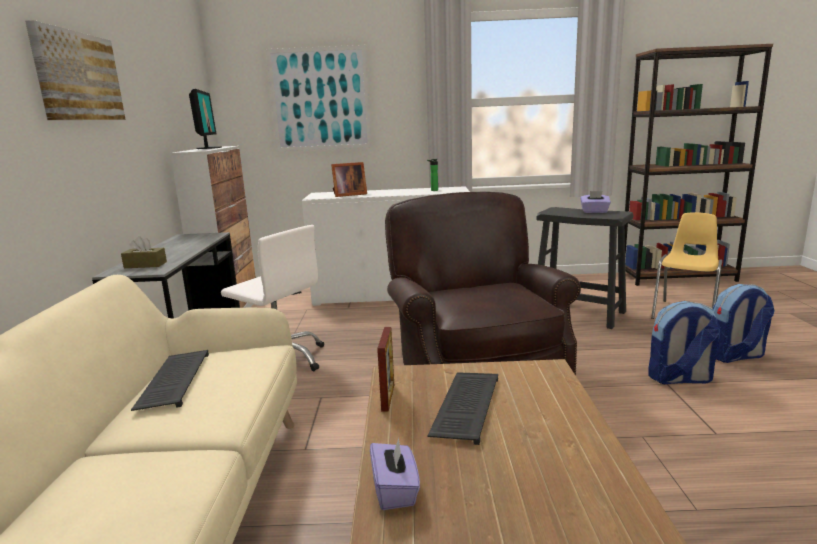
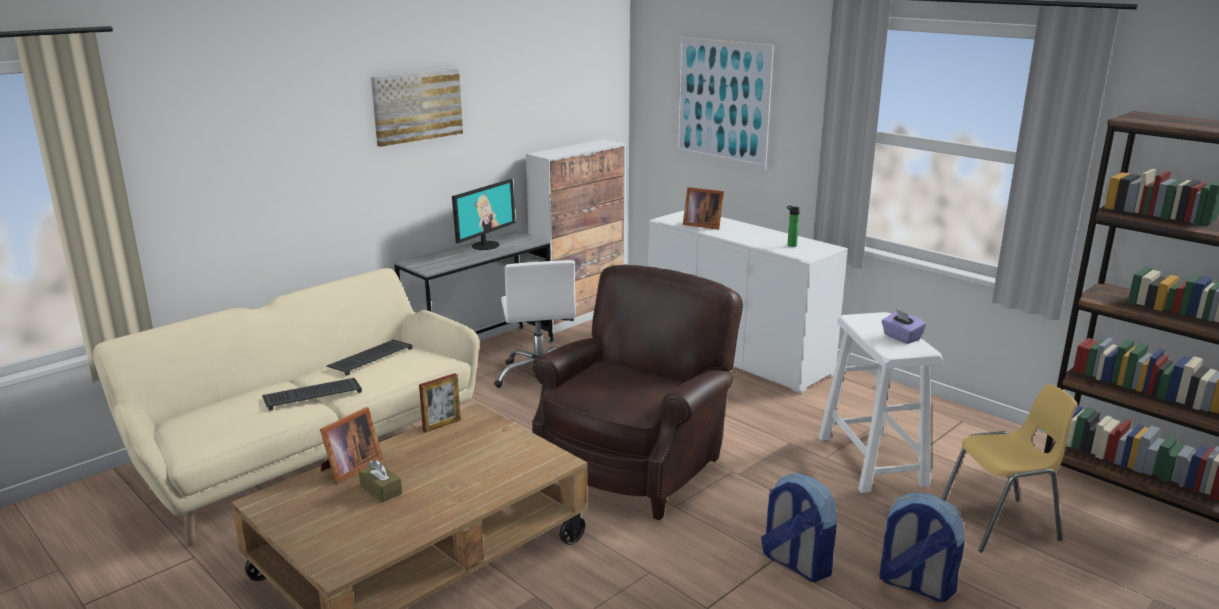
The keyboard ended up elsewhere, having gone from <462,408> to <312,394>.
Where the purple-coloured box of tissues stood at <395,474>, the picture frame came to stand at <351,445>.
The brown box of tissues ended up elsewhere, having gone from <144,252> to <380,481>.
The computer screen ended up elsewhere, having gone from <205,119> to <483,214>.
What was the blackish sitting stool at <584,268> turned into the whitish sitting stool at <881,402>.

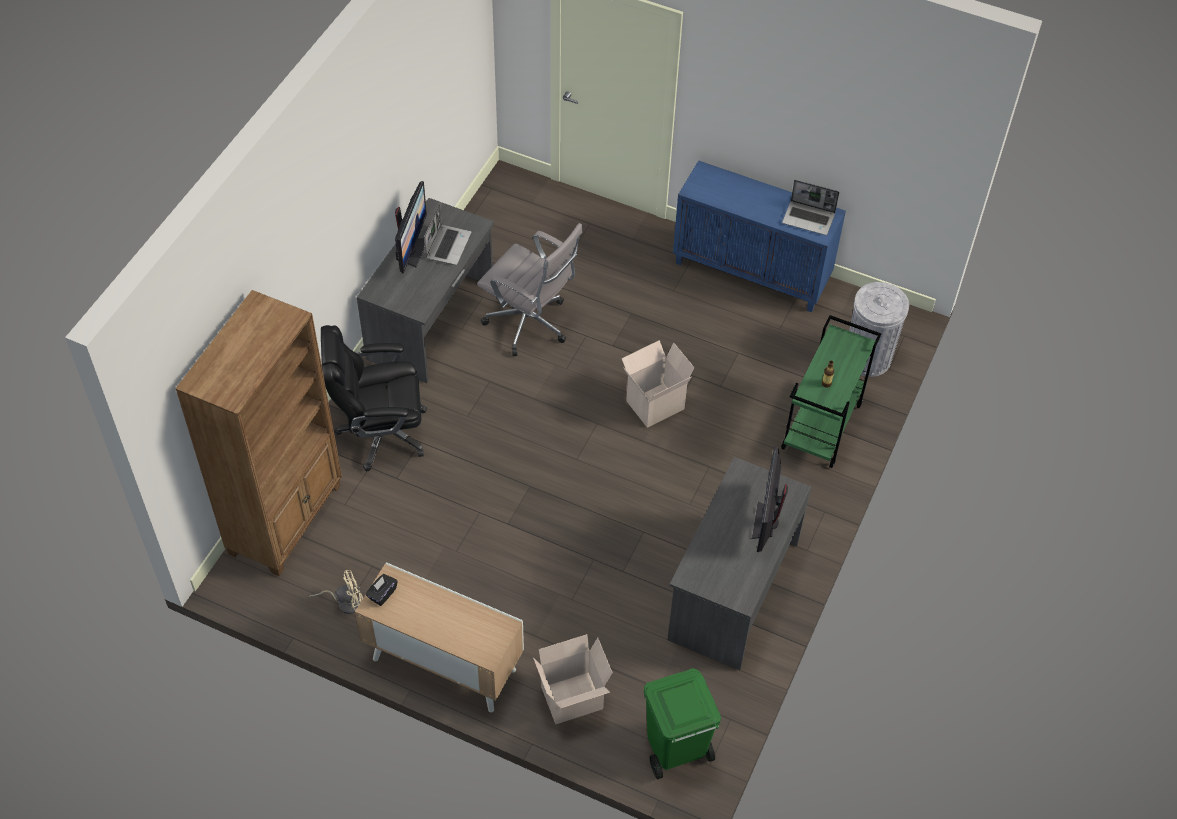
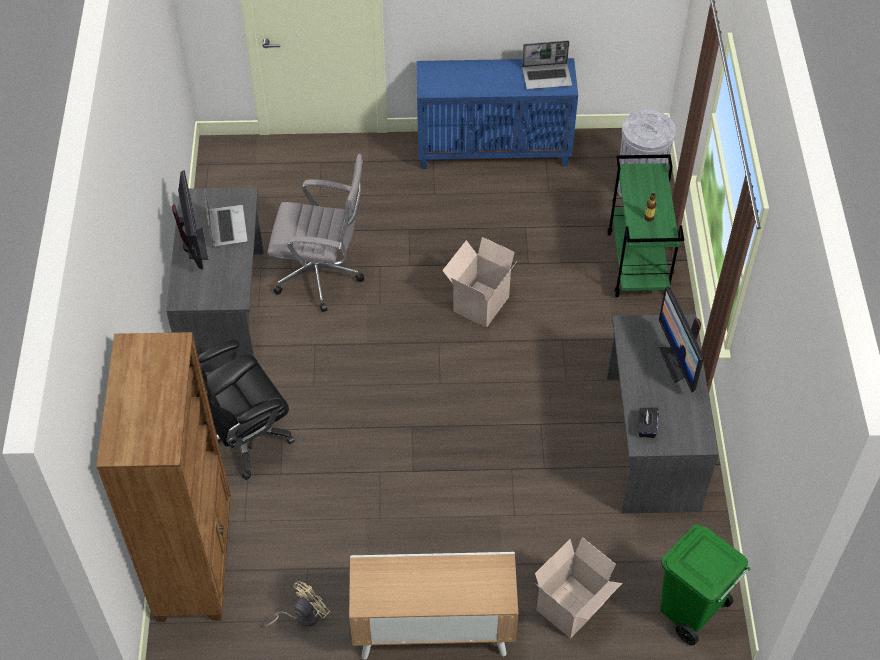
The blackish box of tissues ended up elsewhere, having gone from <382,590> to <648,422>.

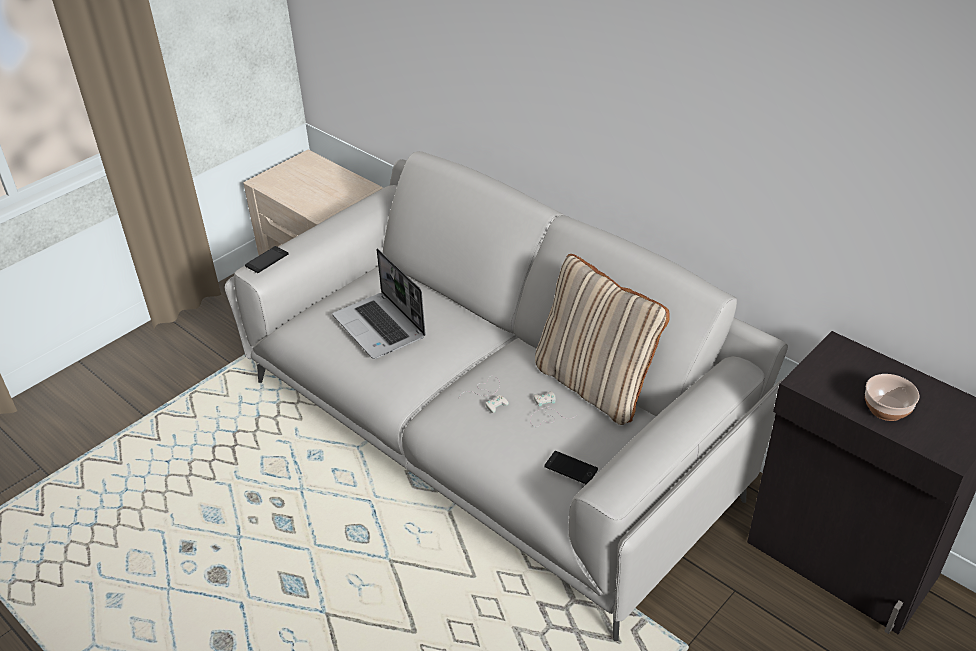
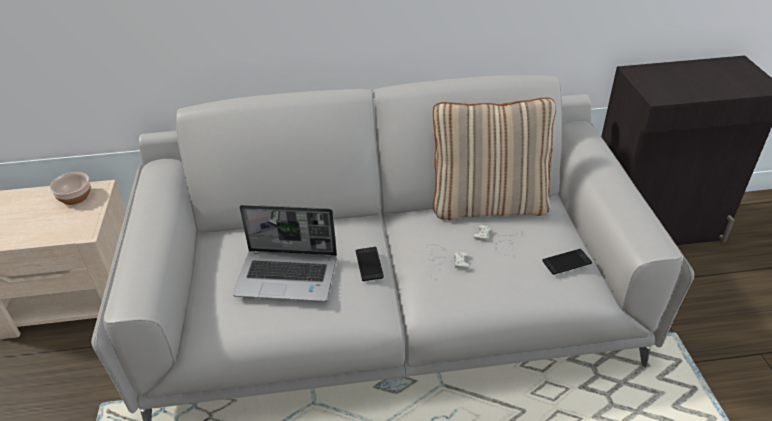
The serving bowl ended up elsewhere, having gone from <892,397> to <70,188>.
The handset ended up elsewhere, having gone from <267,259> to <370,264>.

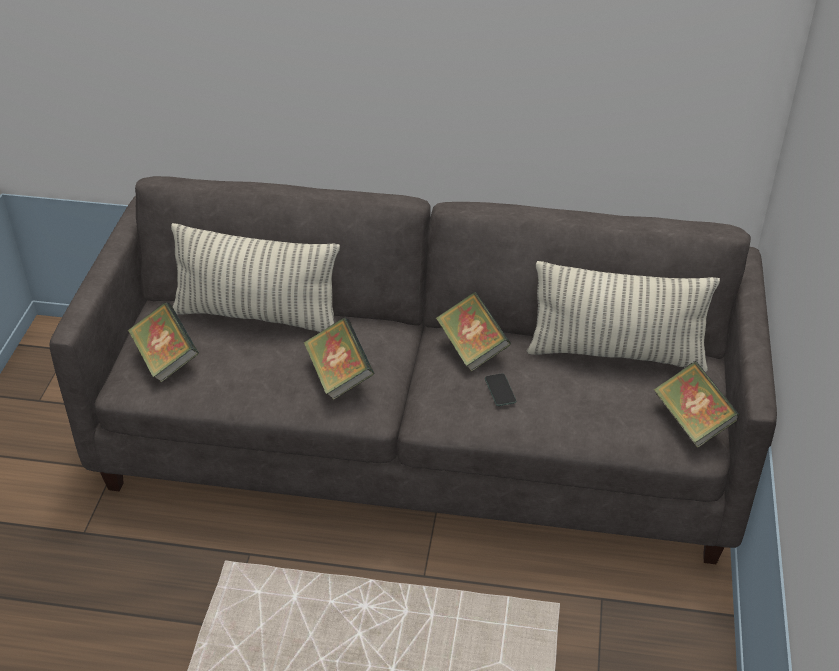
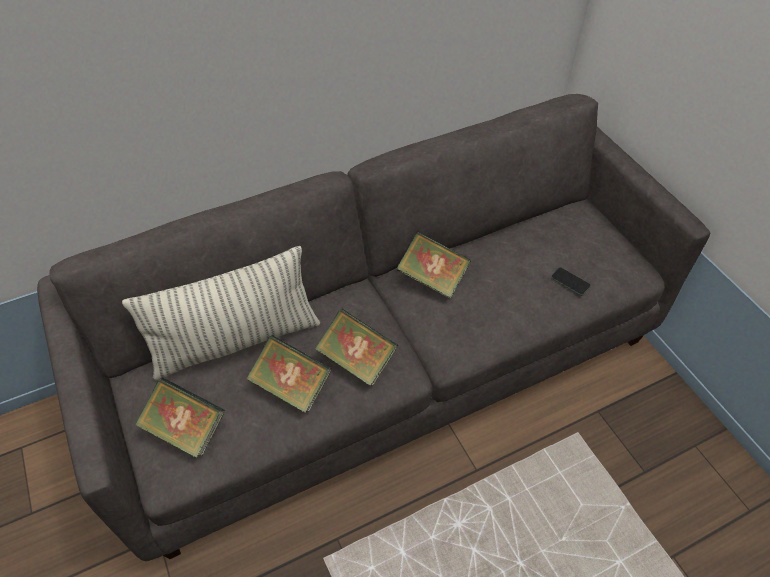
The bound book ended up elsewhere, having gone from <696,404> to <289,374>.
The handset ended up elsewhere, having gone from <500,389> to <571,281>.
The second view lost the cushion at <623,316>.

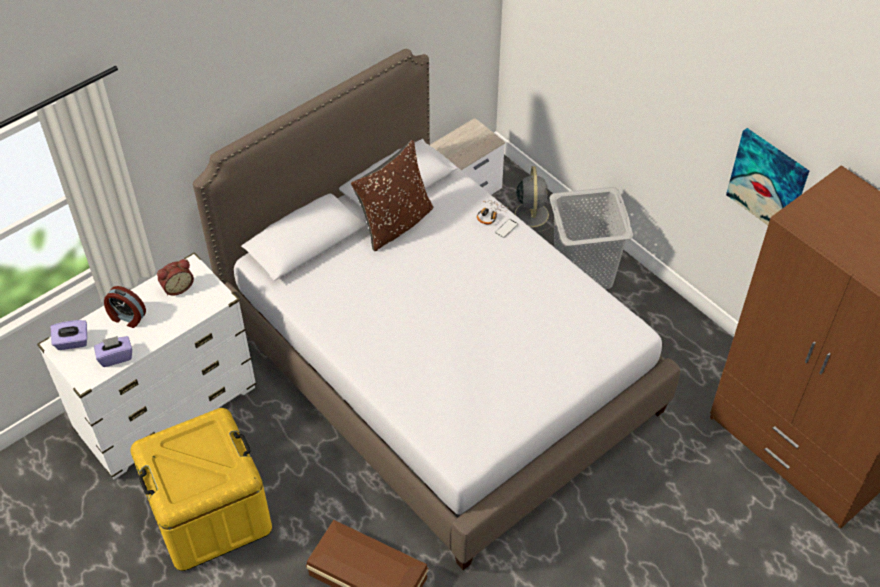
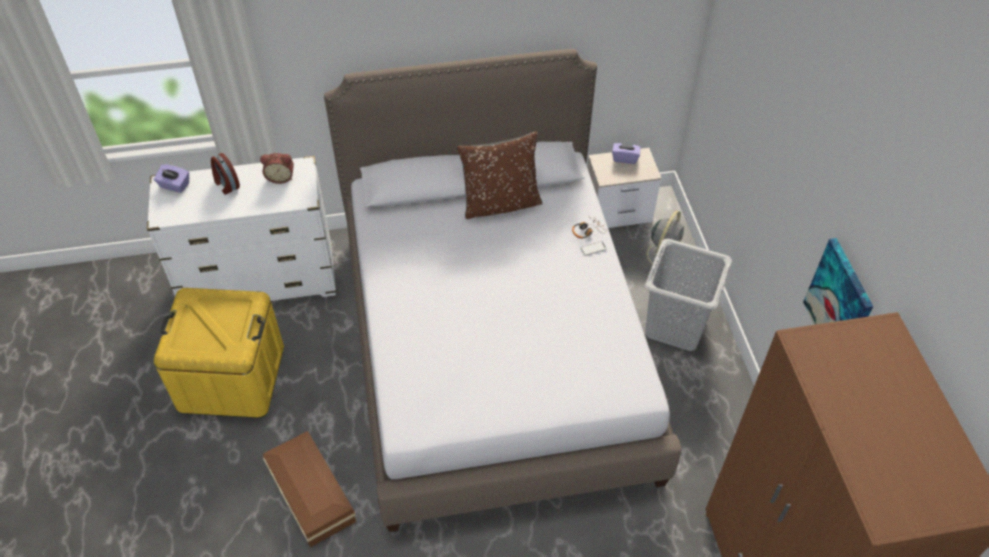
The purple-coloured box of tissues ended up elsewhere, having gone from <113,351> to <626,152>.

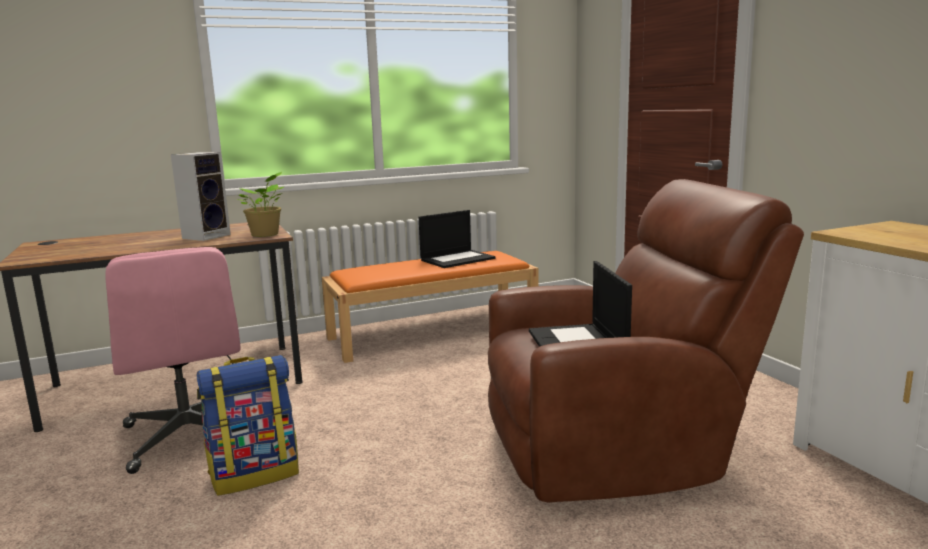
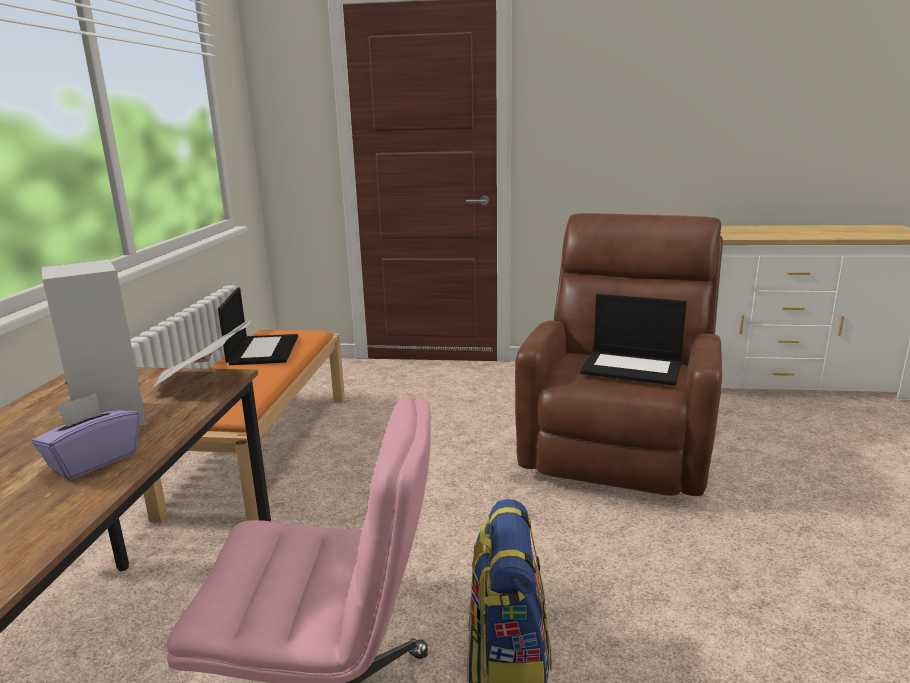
The second view gained the purple-coloured box of tissues at <85,436>.
Where the houseplant stood at <261,204>, the printed paper came to stand at <201,354>.

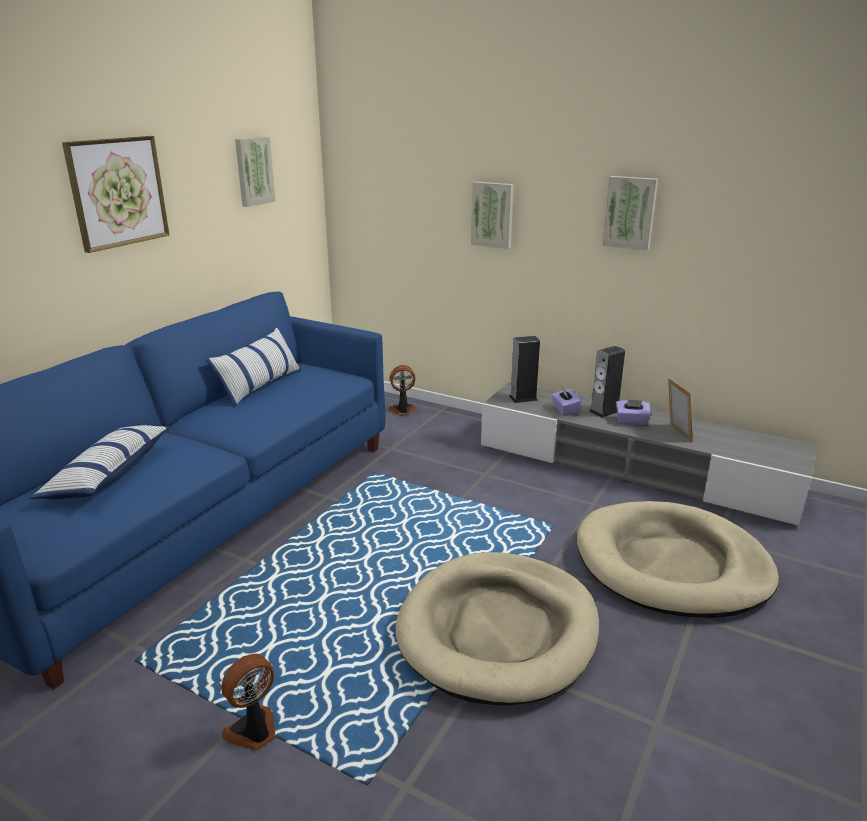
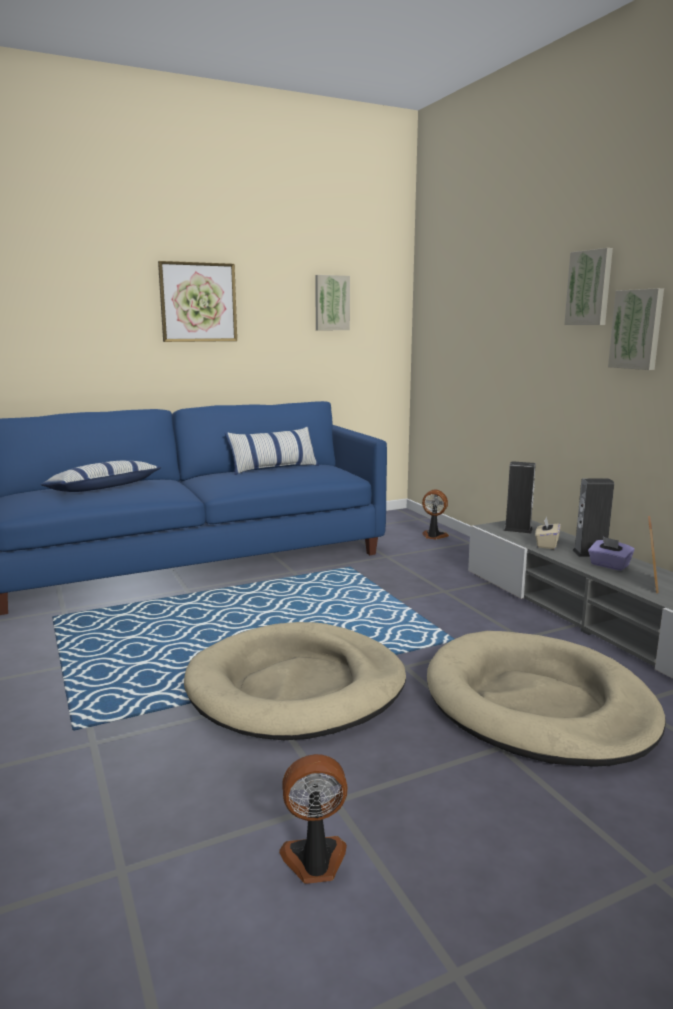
The electric fan ended up elsewhere, having gone from <248,702> to <313,819>.
What was the purple-coloured box of tissues at <566,401> turned into the sand-coloured box of tissues at <548,532>.
The picture ended up elsewhere, having gone from <492,215> to <588,286>.

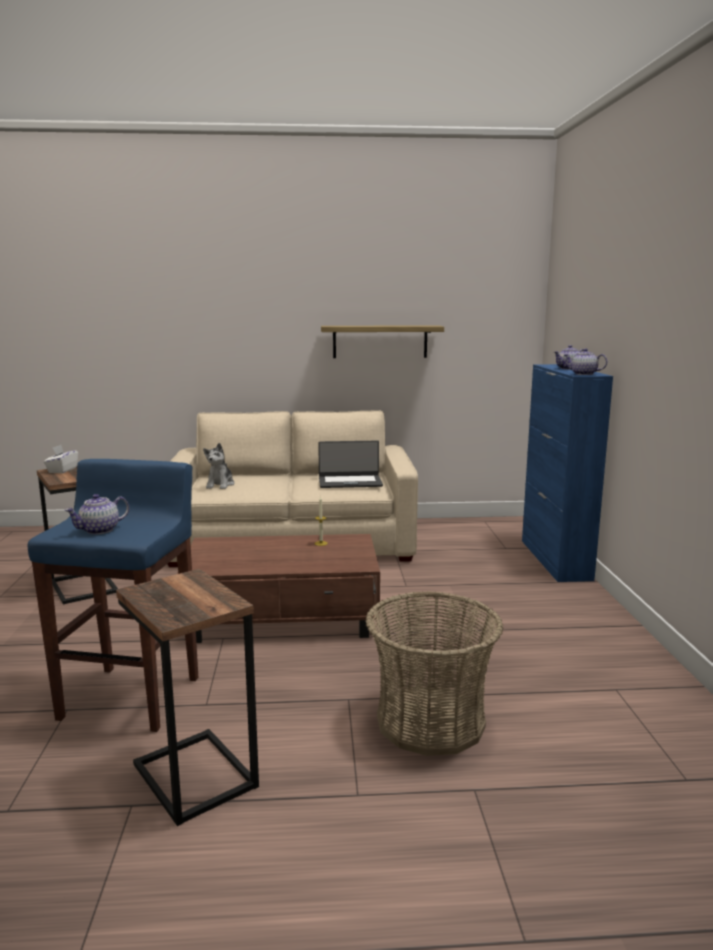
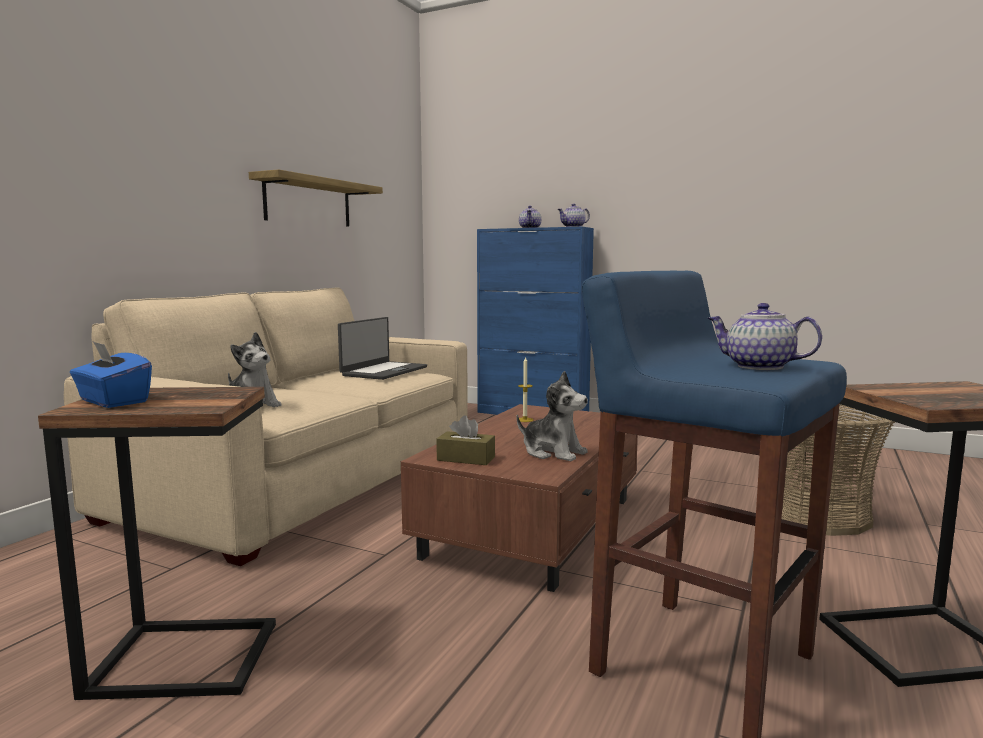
What was the whitish box of tissues at <60,459> turned into the bluish box of tissues at <111,374>.
The second view gained the brown box of tissues at <465,440>.
The second view gained the plush toy at <552,416>.
The teapot at <97,514> ended up facing another way, 135 degrees clockwise from before.

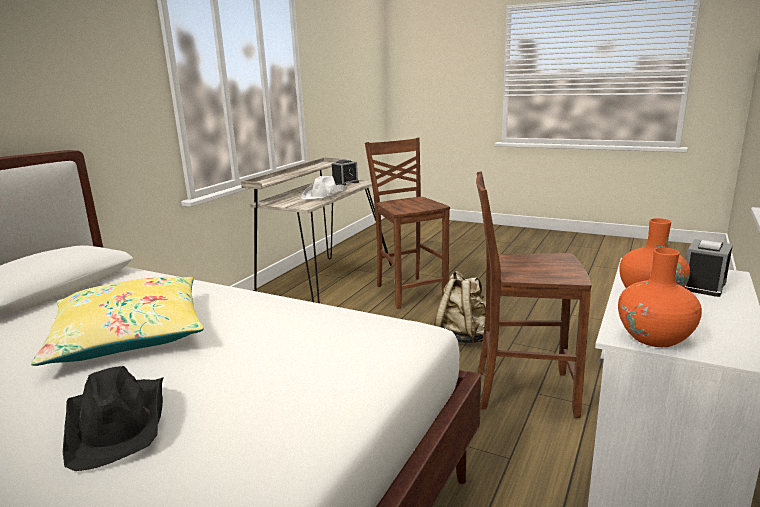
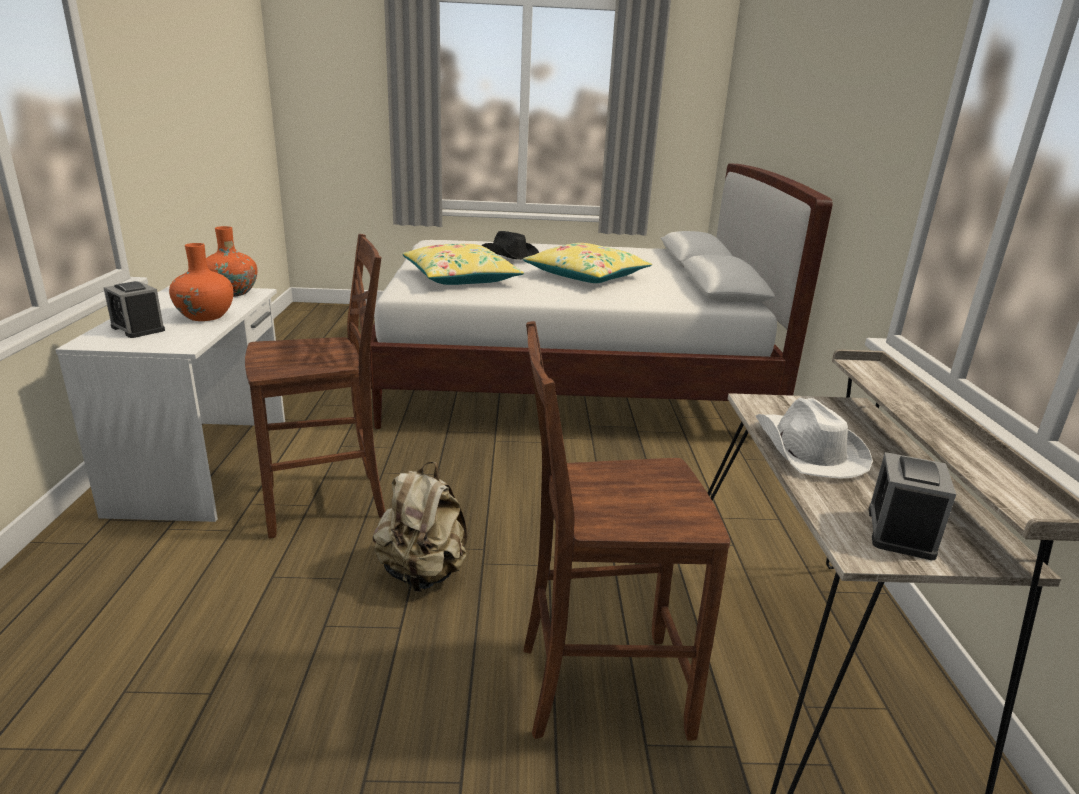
The table clock at <708,268> ended up facing another way, 120 degrees clockwise from before.
The second view gained the yellowish cushion at <463,264>.
The brown plain chair at <407,223> ended up facing another way, 135 degrees clockwise from before.

